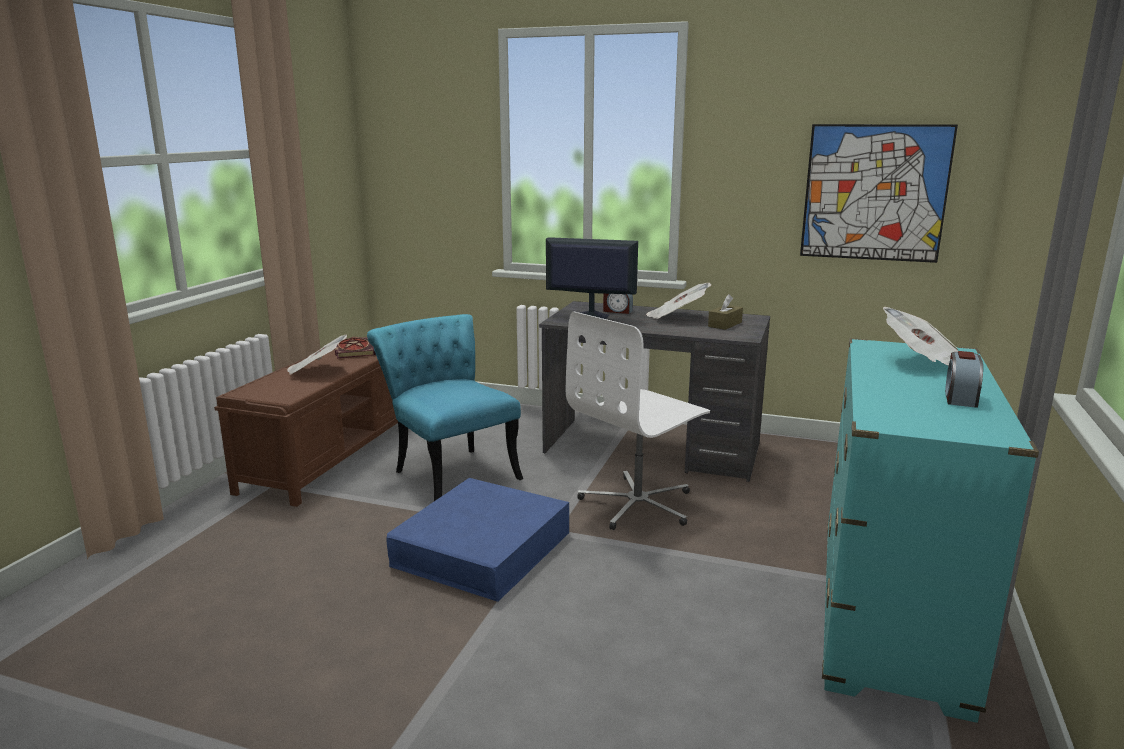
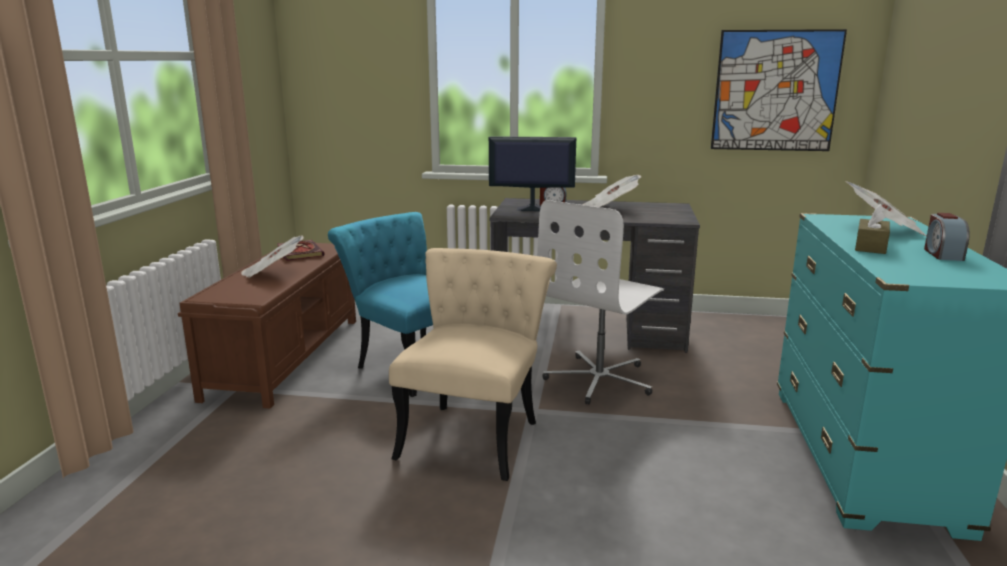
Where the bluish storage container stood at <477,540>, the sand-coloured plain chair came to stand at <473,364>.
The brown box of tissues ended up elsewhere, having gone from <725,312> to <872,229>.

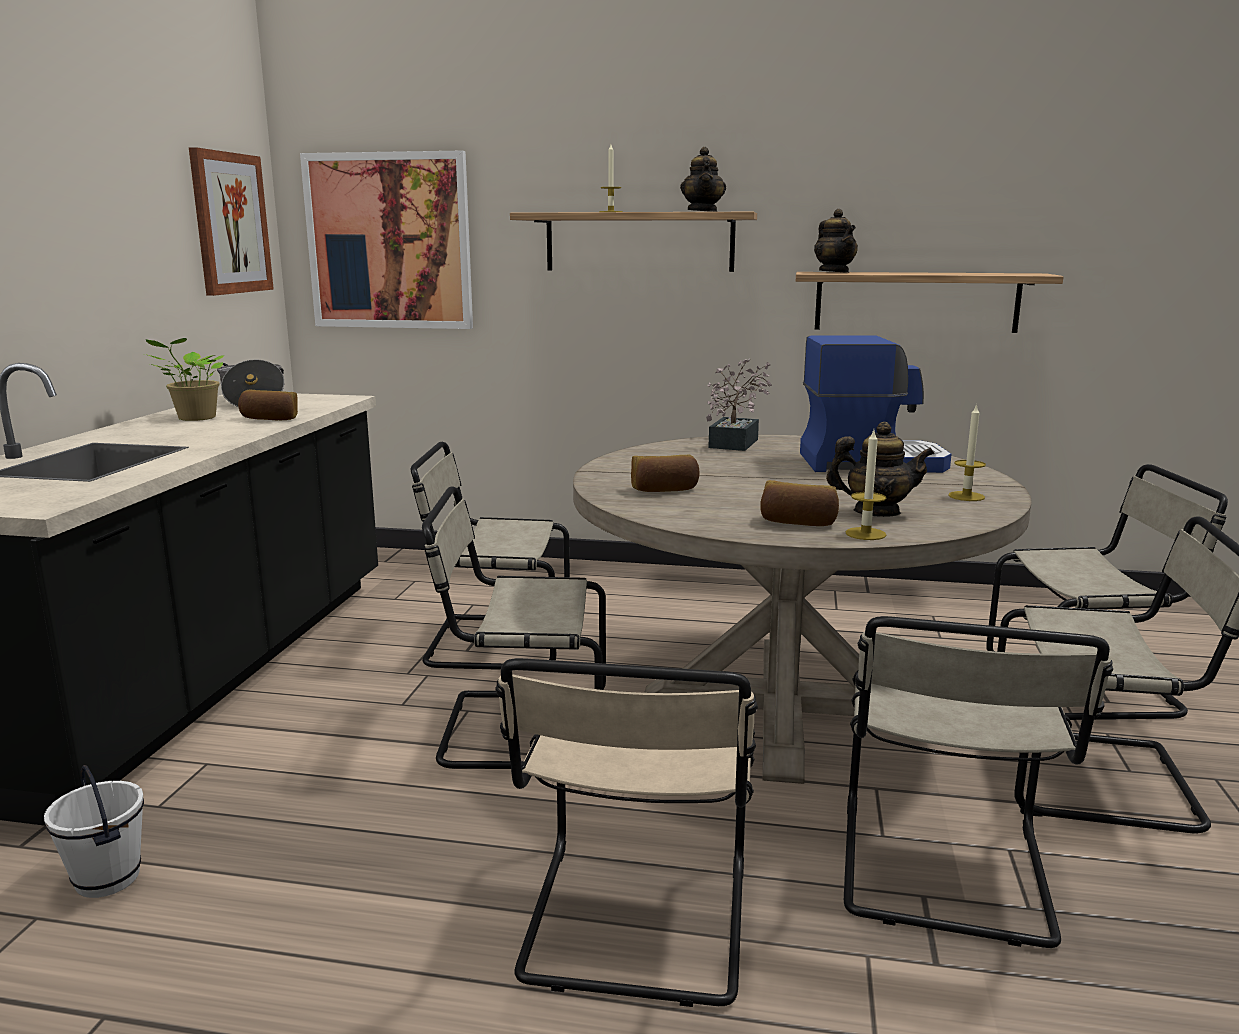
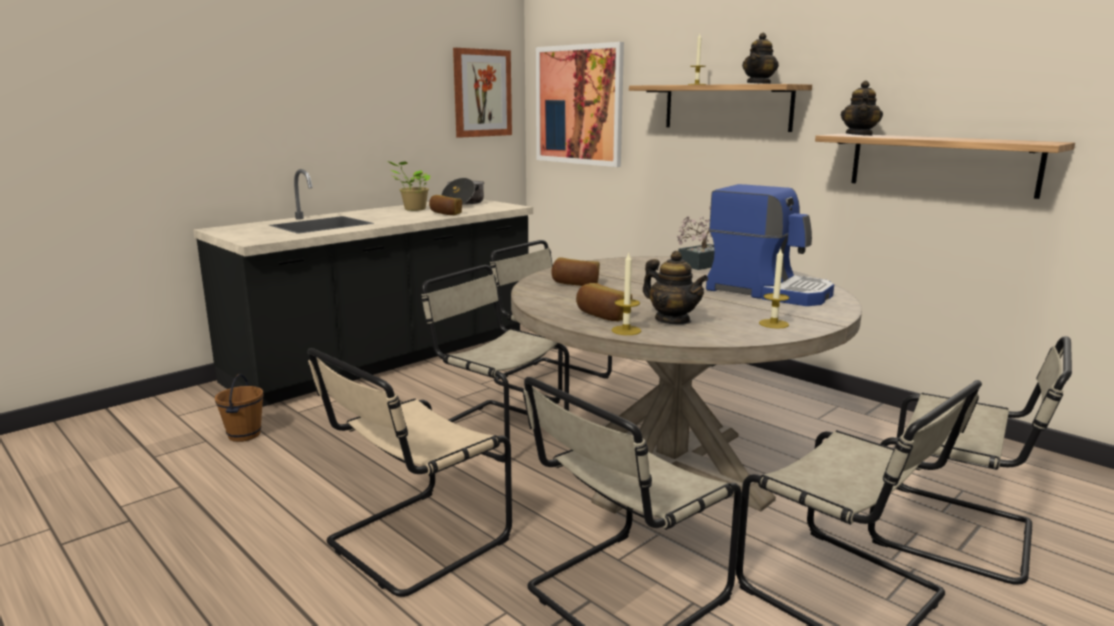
What was the whitish water bucket at <94,831> turned into the brown water bucket at <239,408>.

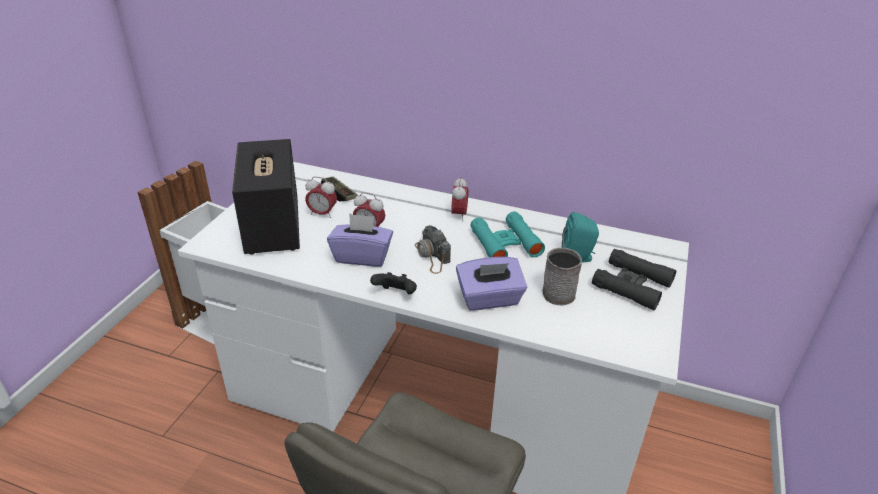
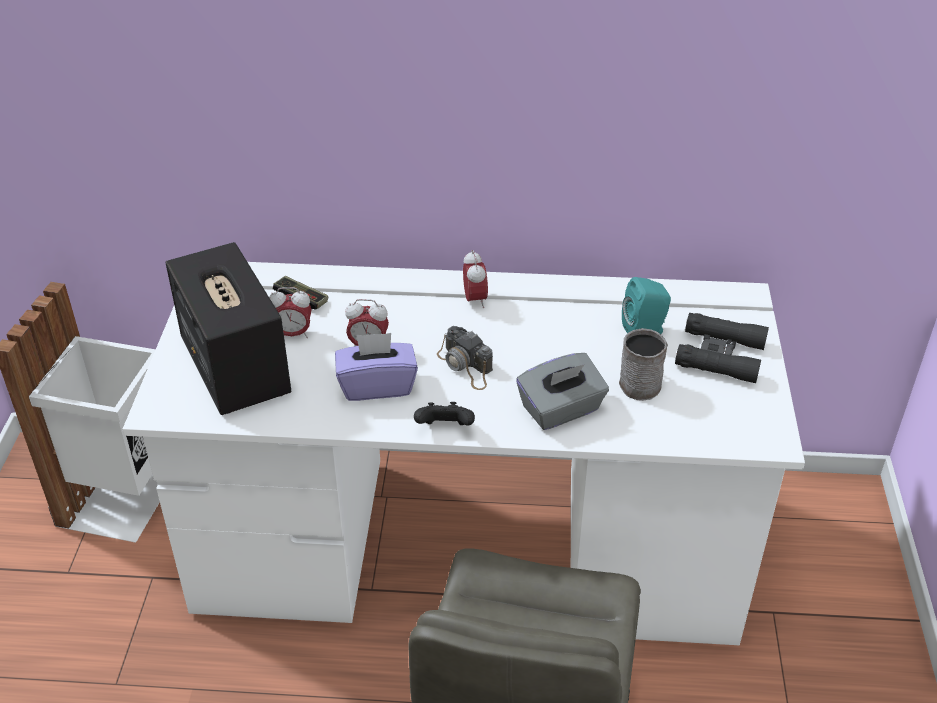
What was the purple-coloured box of tissues at <491,284> turned into the greyish box of tissues at <562,391>.
The second view lost the turquoise-coloured field glasses at <508,234>.

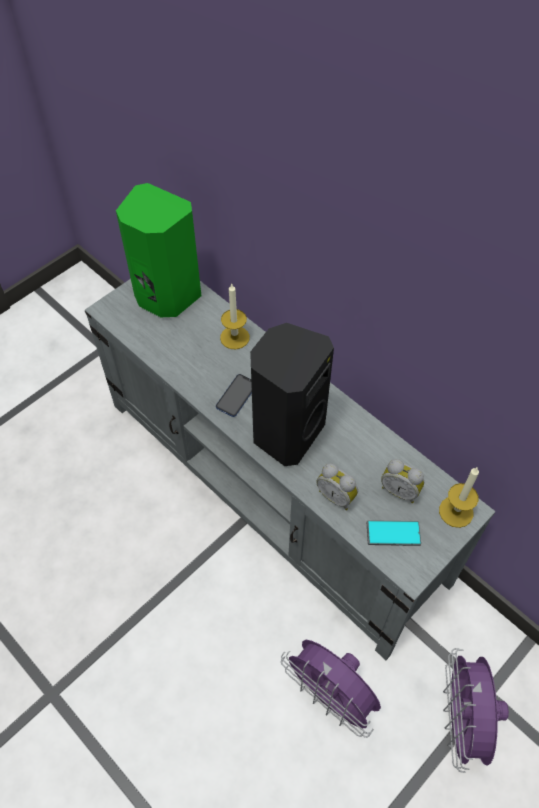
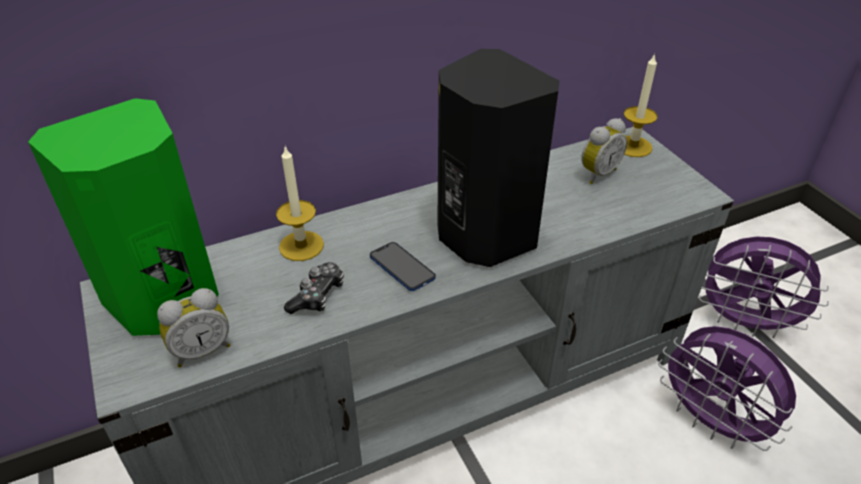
The table clock ended up elsewhere, having gone from <337,486> to <193,327>.
The second view gained the gamepad at <314,288>.
The purple-coloured electric fan at <331,689> ended up facing another way, 75 degrees clockwise from before.
The second view lost the handset at <394,533>.

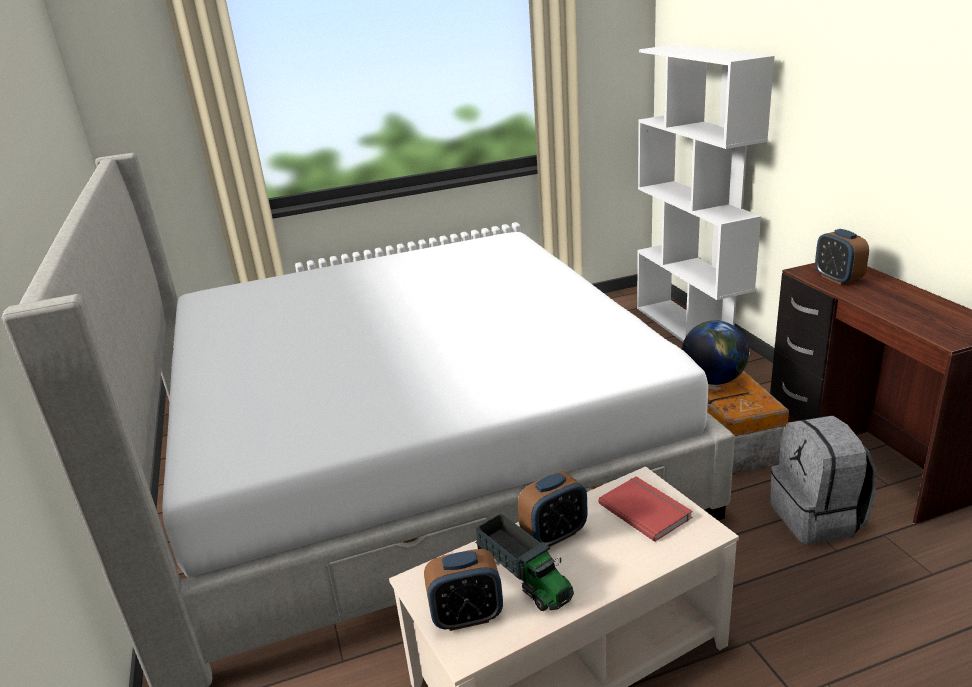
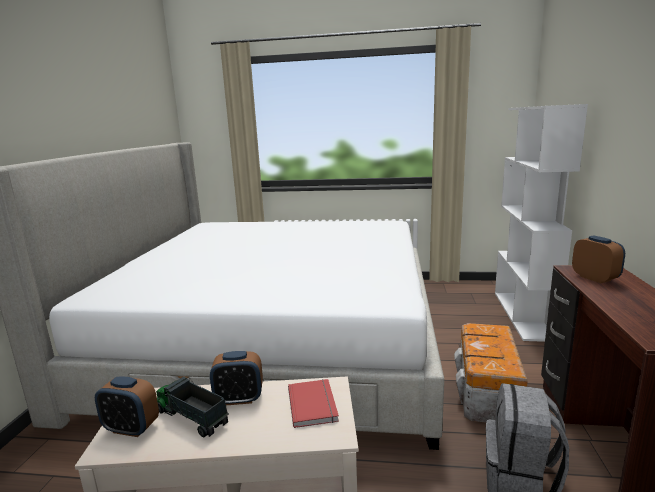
The toy lorry at <524,562> ended up facing another way, 135 degrees clockwise from before.
The table clock at <842,257> ended up facing another way, 150 degrees clockwise from before.
The second view lost the desk globe at <715,352>.

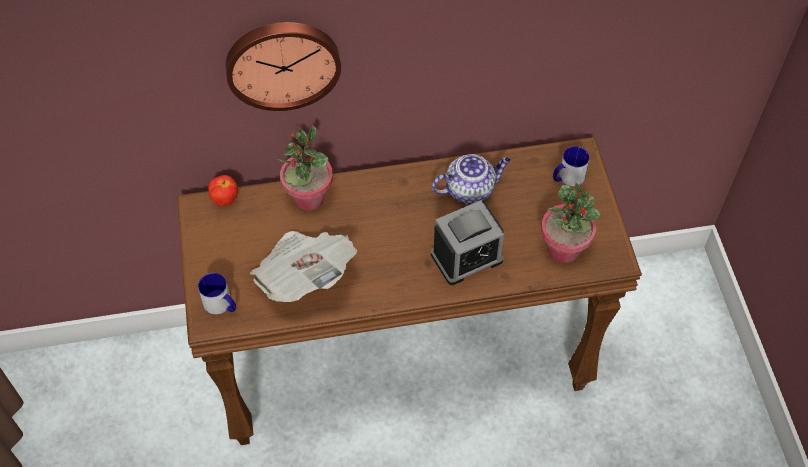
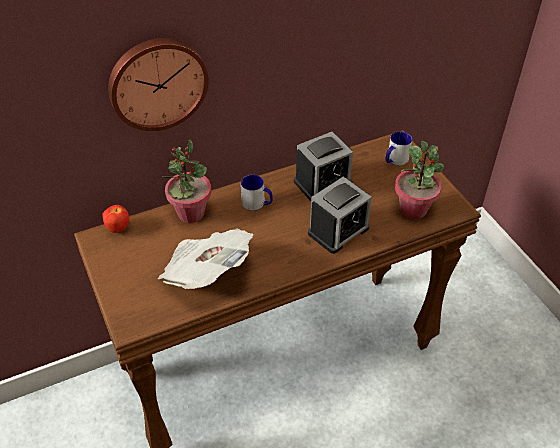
The coffee mug ended up elsewhere, having gone from <217,294> to <257,193>.
Where the teapot stood at <471,179>, the table clock came to stand at <323,166>.

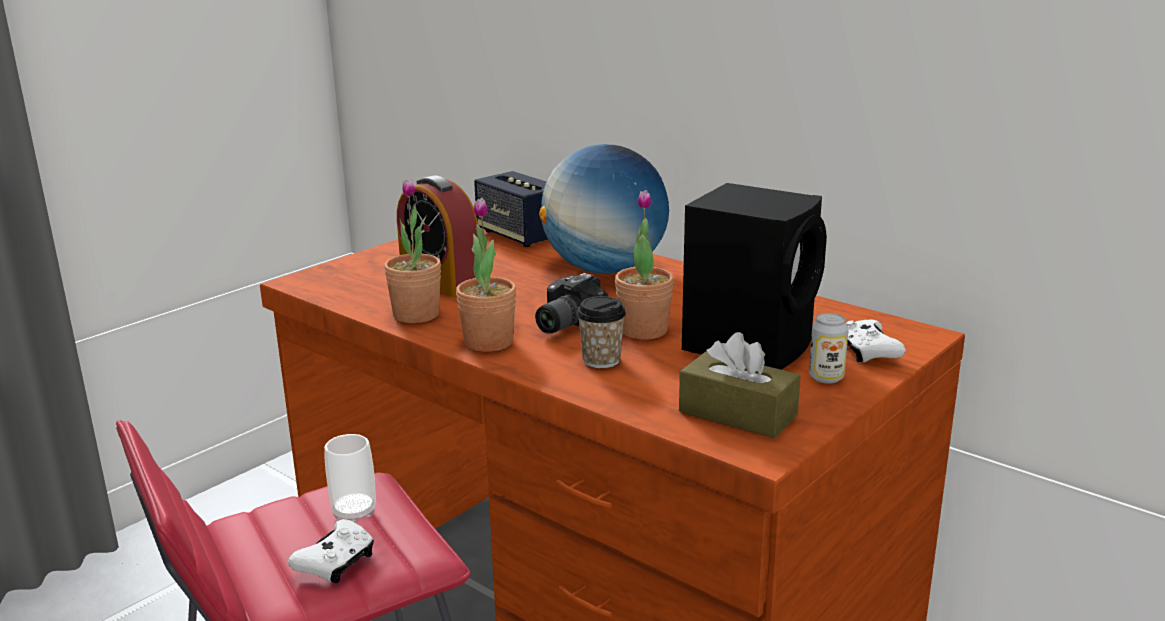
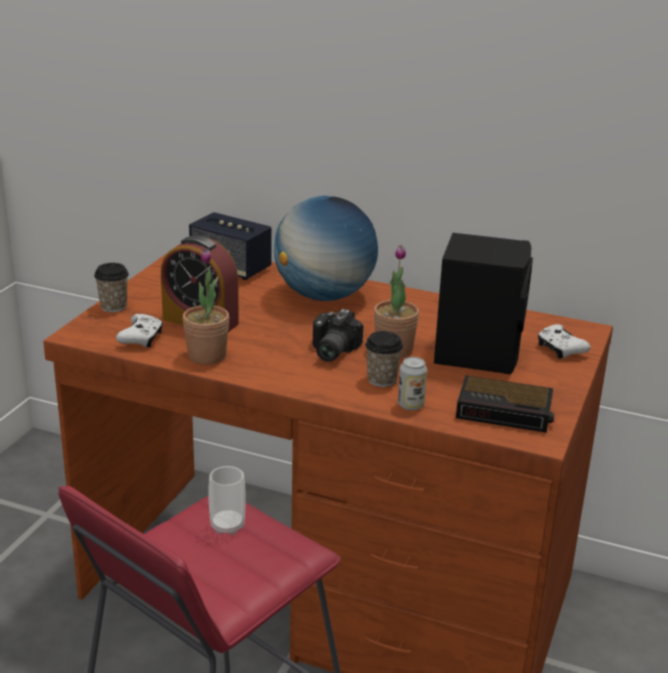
The second view gained the cup at <111,287>.
The whitish gamepad ended up elsewhere, having gone from <331,551> to <139,330>.
The metal can ended up elsewhere, having gone from <829,348> to <412,384>.
Where the brown box of tissues stood at <740,385>, the table clock came to stand at <505,404>.
The second view lost the houseplant at <486,275>.

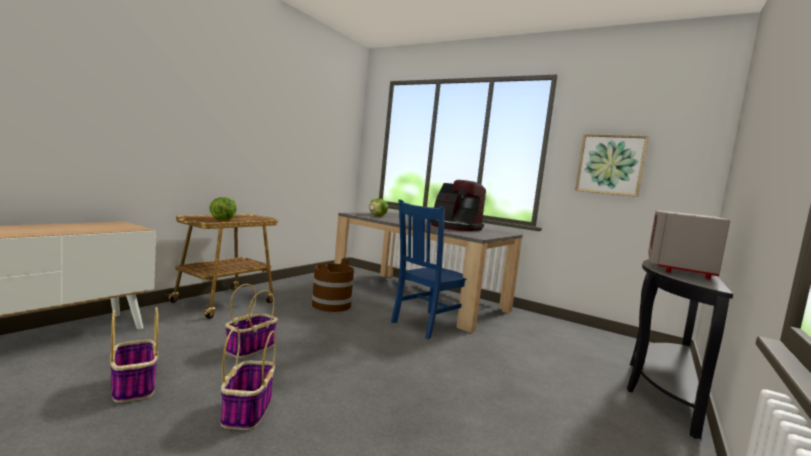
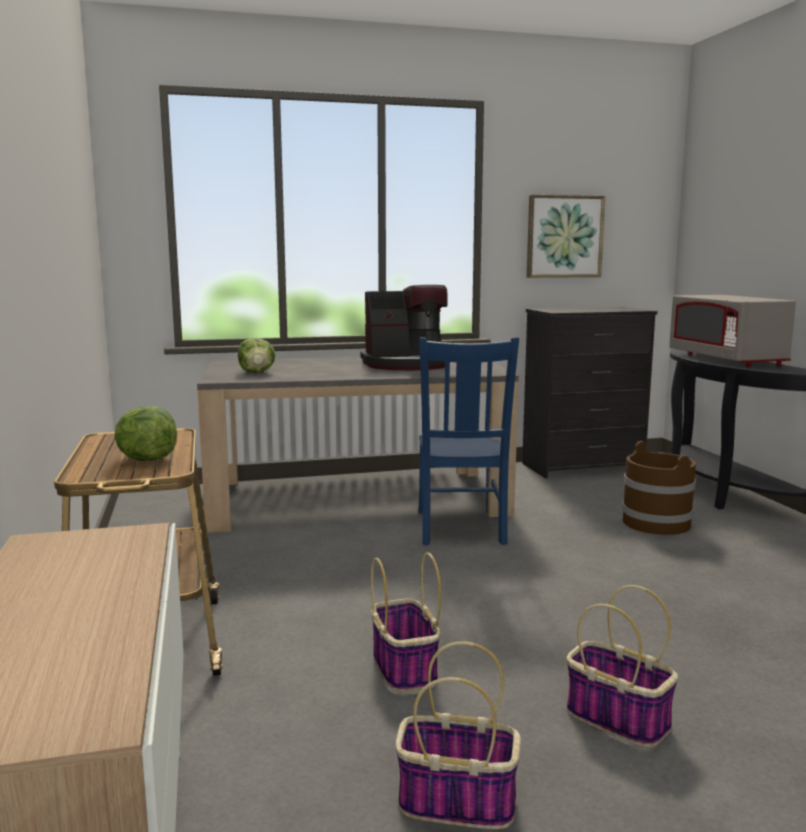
The second view gained the blackish drawer chest at <589,393>.
The brown water bucket ended up elsewhere, having gone from <333,285> to <659,488>.

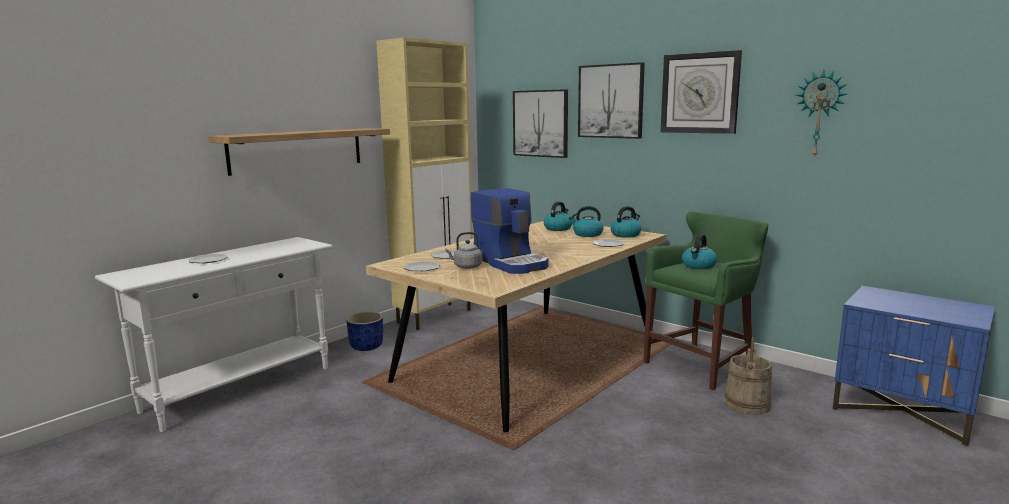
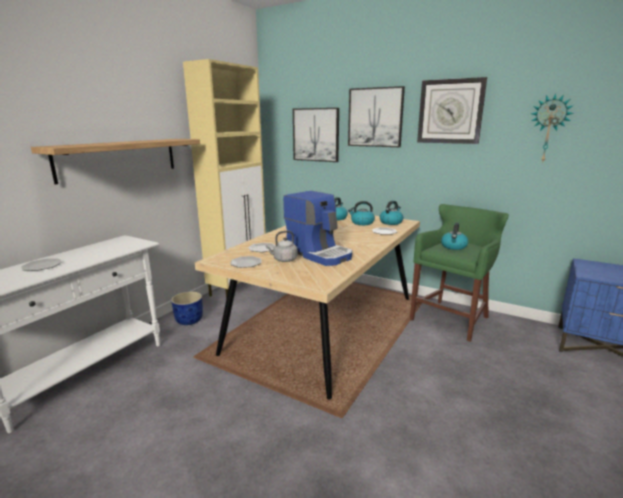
The second view lost the sand-coloured water bucket at <748,376>.

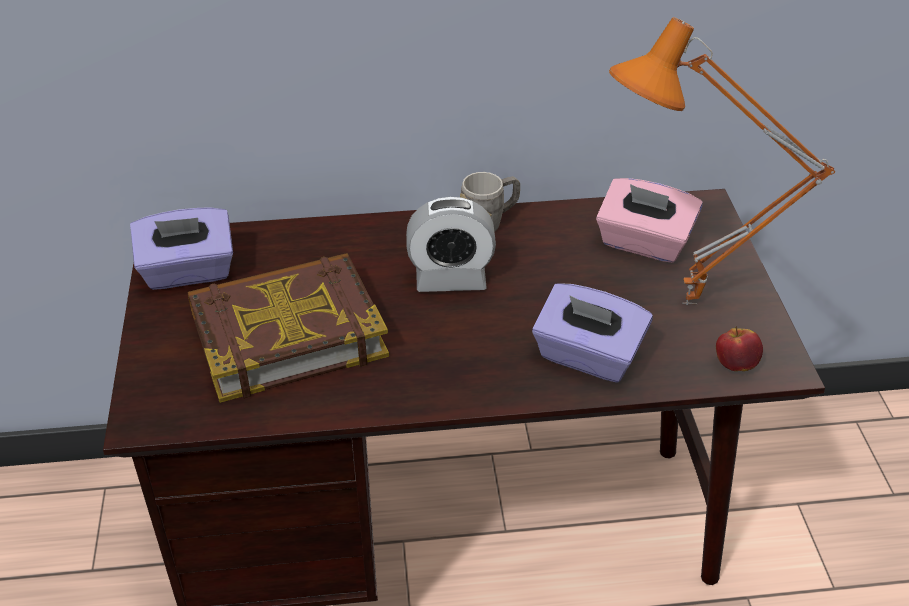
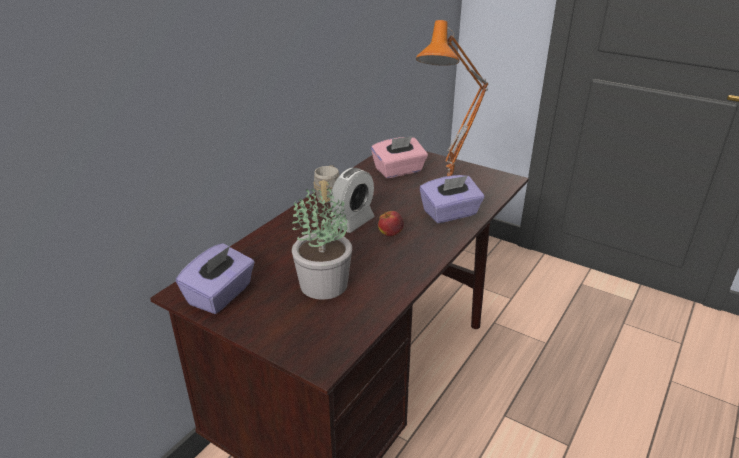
Where the bound book stood at <288,328>, the houseplant came to stand at <322,241>.
The whole apple ended up elsewhere, having gone from <739,348> to <391,223>.

